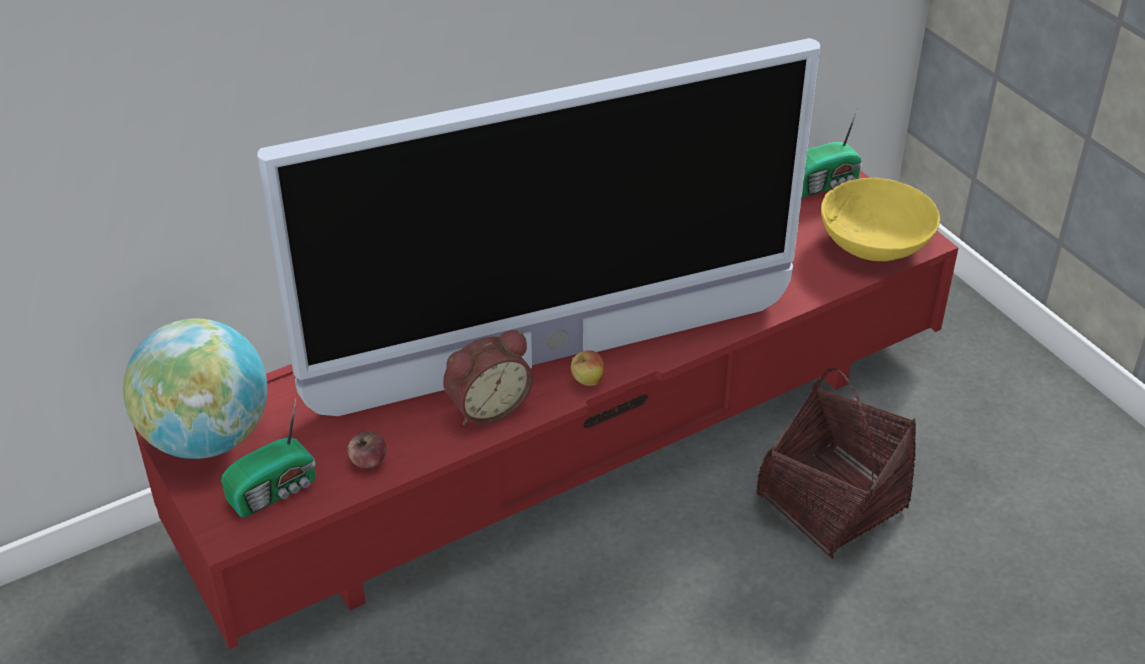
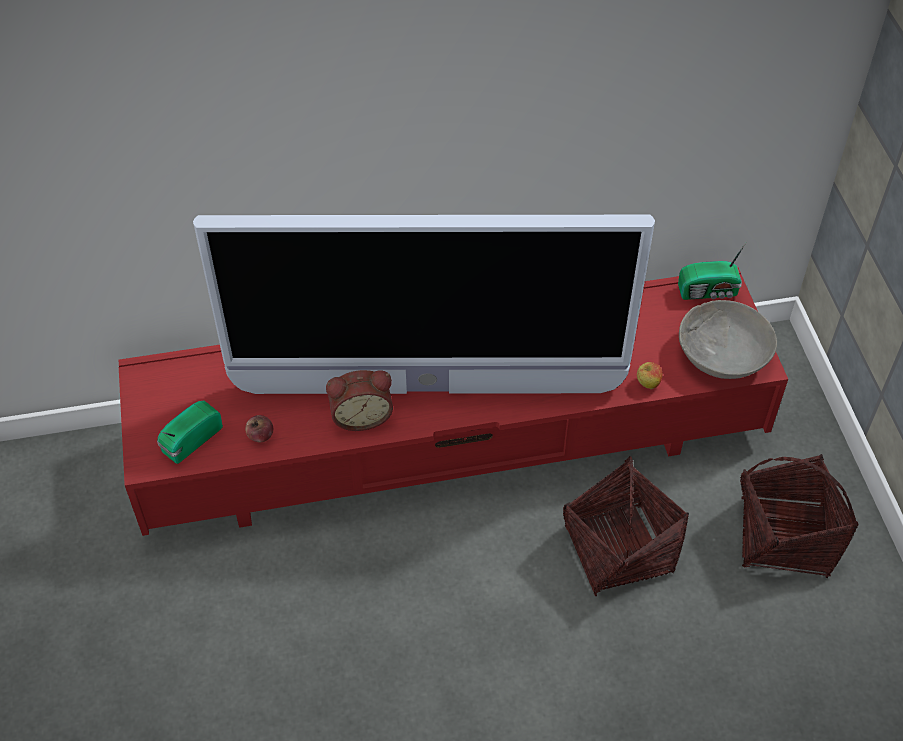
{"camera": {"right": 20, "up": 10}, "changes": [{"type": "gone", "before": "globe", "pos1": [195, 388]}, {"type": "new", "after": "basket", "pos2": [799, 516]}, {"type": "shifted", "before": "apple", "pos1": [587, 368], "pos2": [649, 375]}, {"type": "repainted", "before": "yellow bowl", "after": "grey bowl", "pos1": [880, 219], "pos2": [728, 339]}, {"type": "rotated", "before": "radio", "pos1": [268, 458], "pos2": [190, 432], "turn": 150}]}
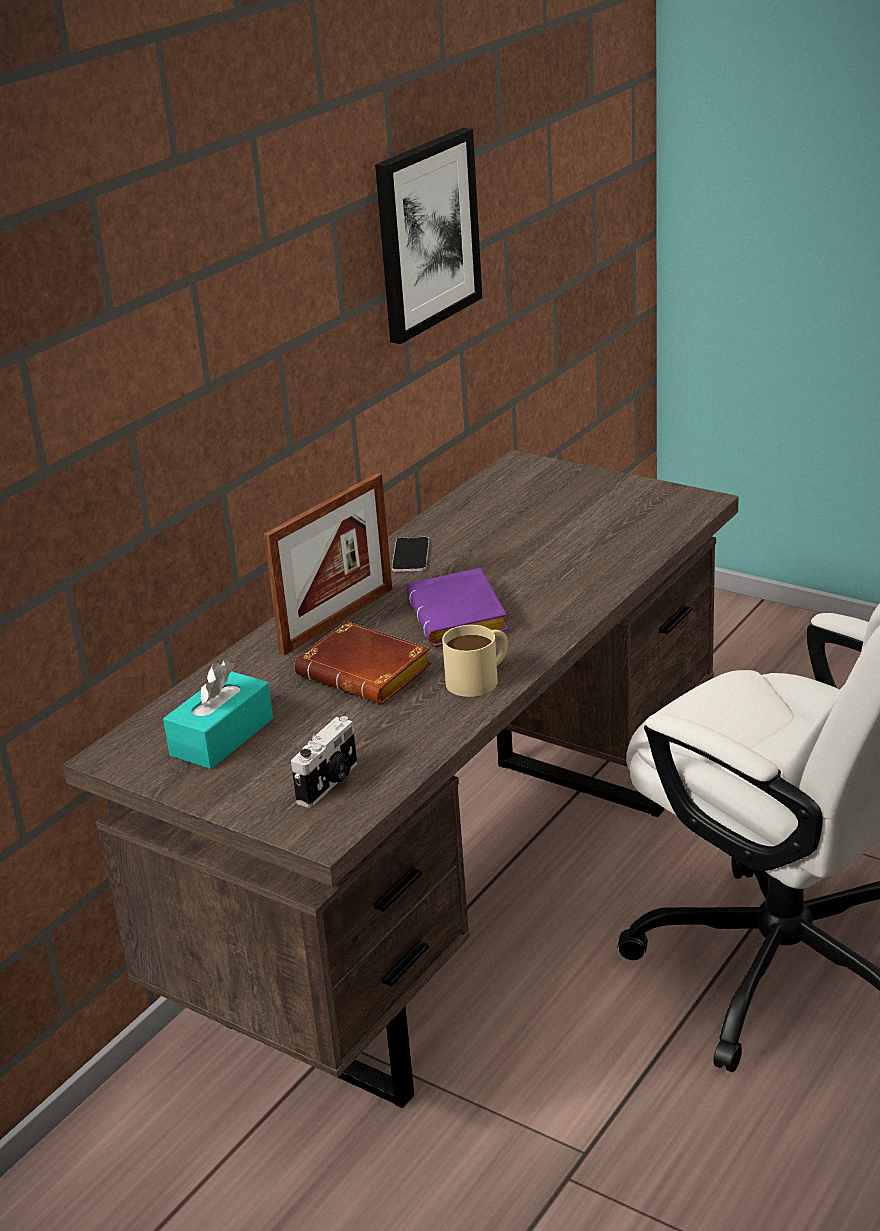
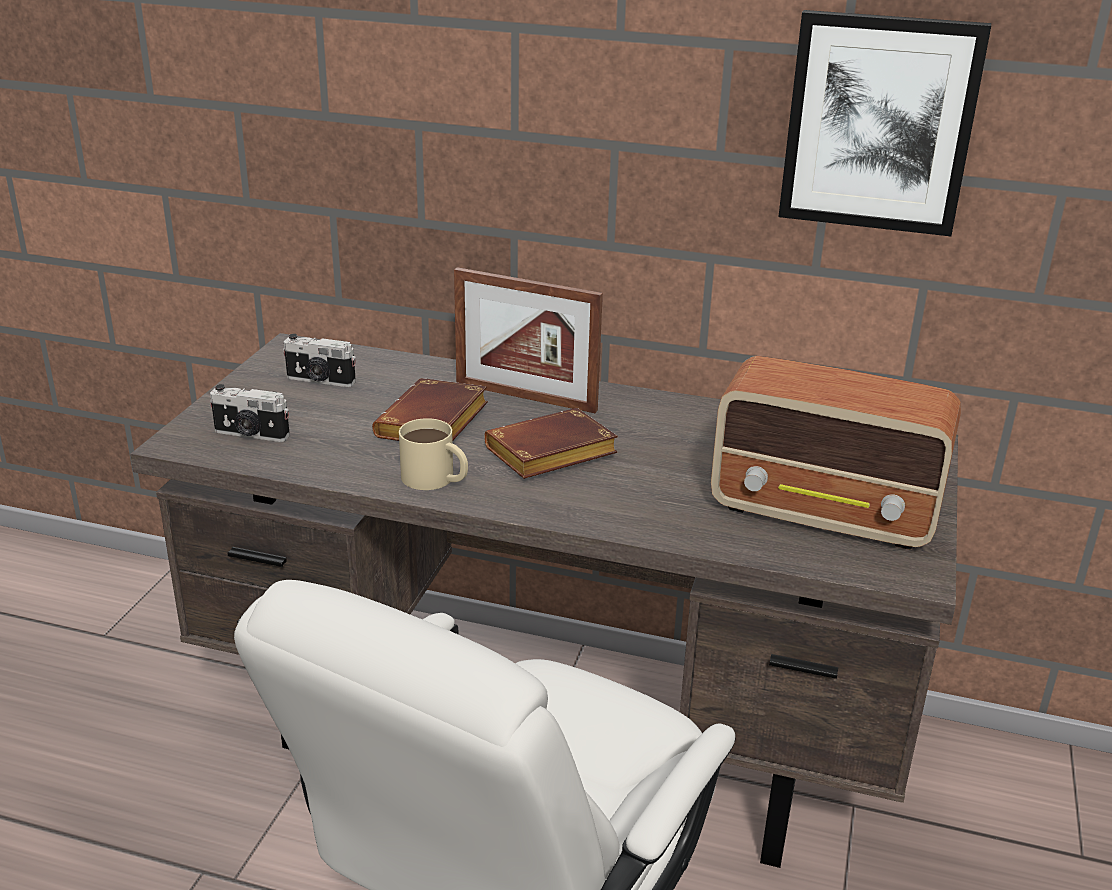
{"camera": {"right": 70, "up": 0}, "changes": [{"type": "gone", "before": "phone", "pos1": [410, 554]}, {"type": "new", "after": "radio", "pos2": [836, 453]}, {"type": "swapped", "before": "turquoise tissue box", "after": "photo camera", "pos1": [218, 714], "pos2": [319, 360]}, {"type": "repainted", "before": "purple book", "after": "brown book", "pos1": [458, 607], "pos2": [551, 443]}]}
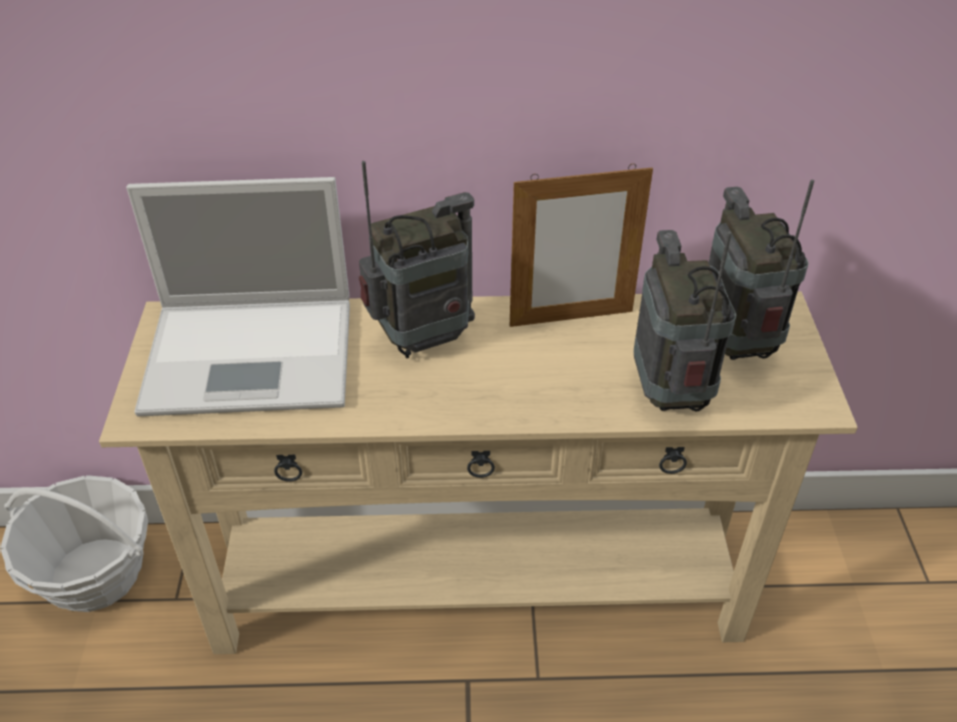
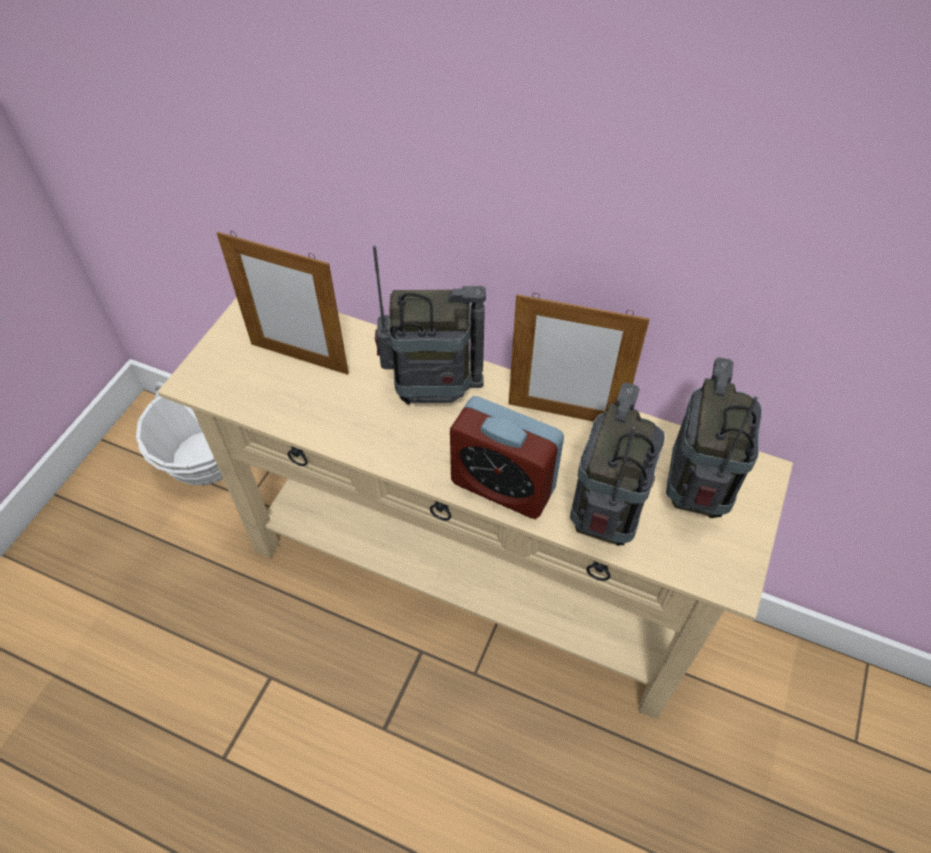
{"camera": {"right": 25, "up": 10}, "changes": [{"type": "new", "after": "alarm clock", "pos2": [507, 457]}, {"type": "swapped", "before": "laptop", "after": "picture frame", "pos1": [238, 297], "pos2": [283, 303]}]}
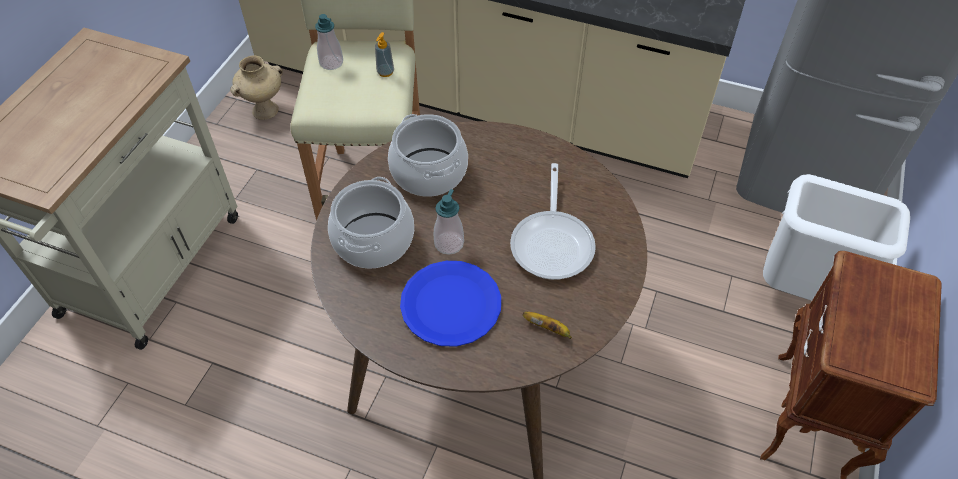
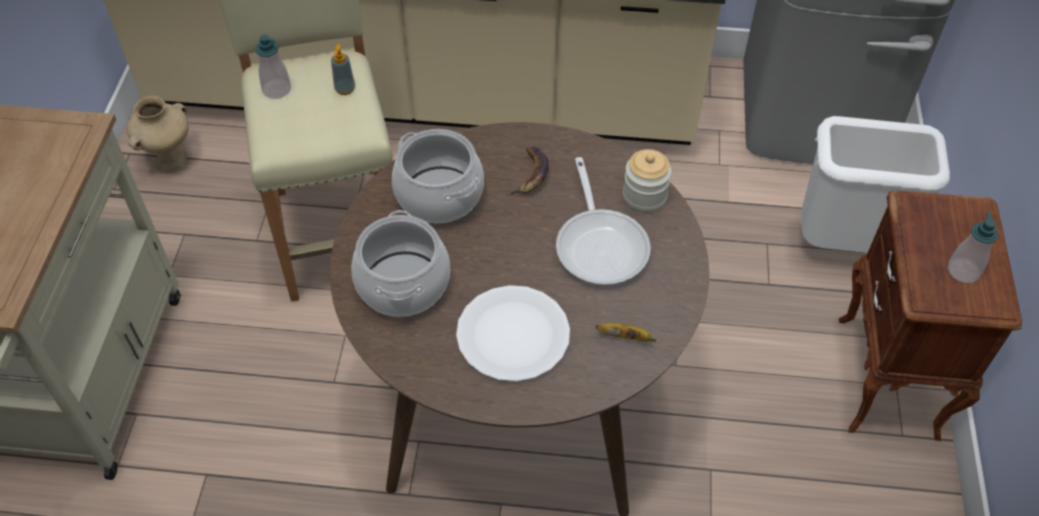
{"camera": {"right": -15, "up": 0}, "changes": [{"type": "new", "after": "banana", "pos2": [527, 171]}, {"type": "new", "after": "jar", "pos2": [647, 181]}, {"type": "shifted", "before": "soap dispenser", "pos1": [449, 222], "pos2": [972, 247]}, {"type": "repainted", "before": "blue plate", "after": "white plate", "pos1": [450, 304], "pos2": [513, 333]}]}
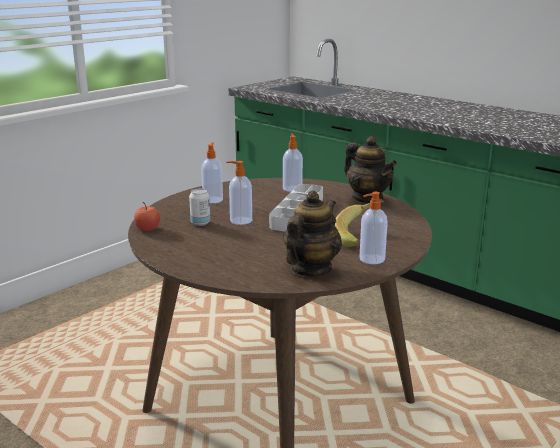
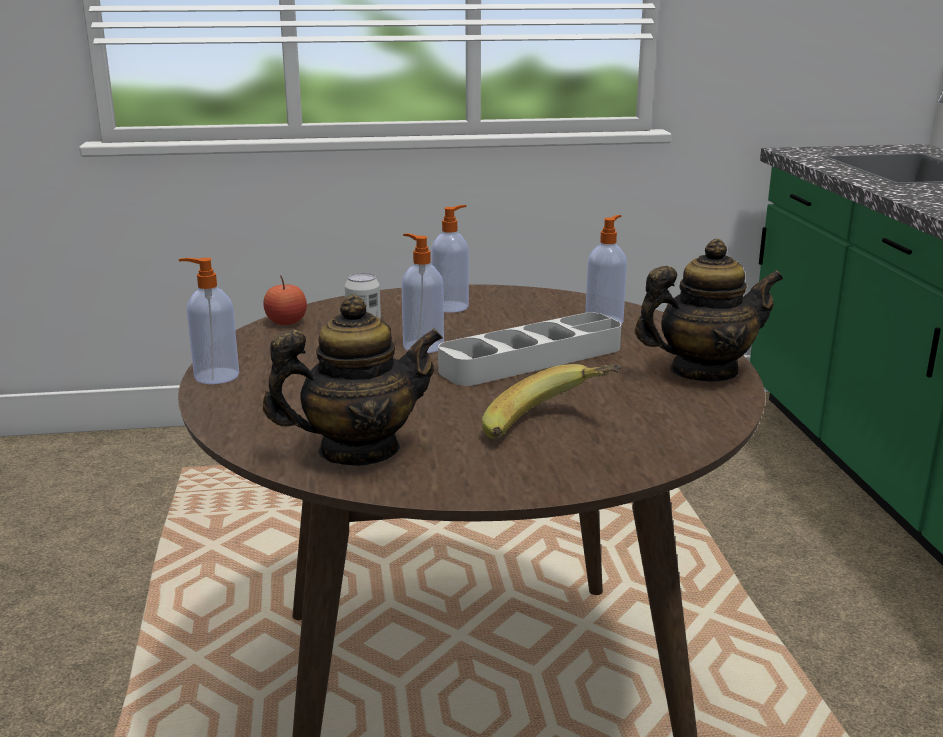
{"camera": {"right": 40, "up": 0}, "changes": [{"type": "shifted", "before": "soap dispenser", "pos1": [374, 228], "pos2": [209, 321]}, {"type": "rotated", "before": "teapot", "pos1": [370, 169], "pos2": [709, 310], "turn": -105}]}
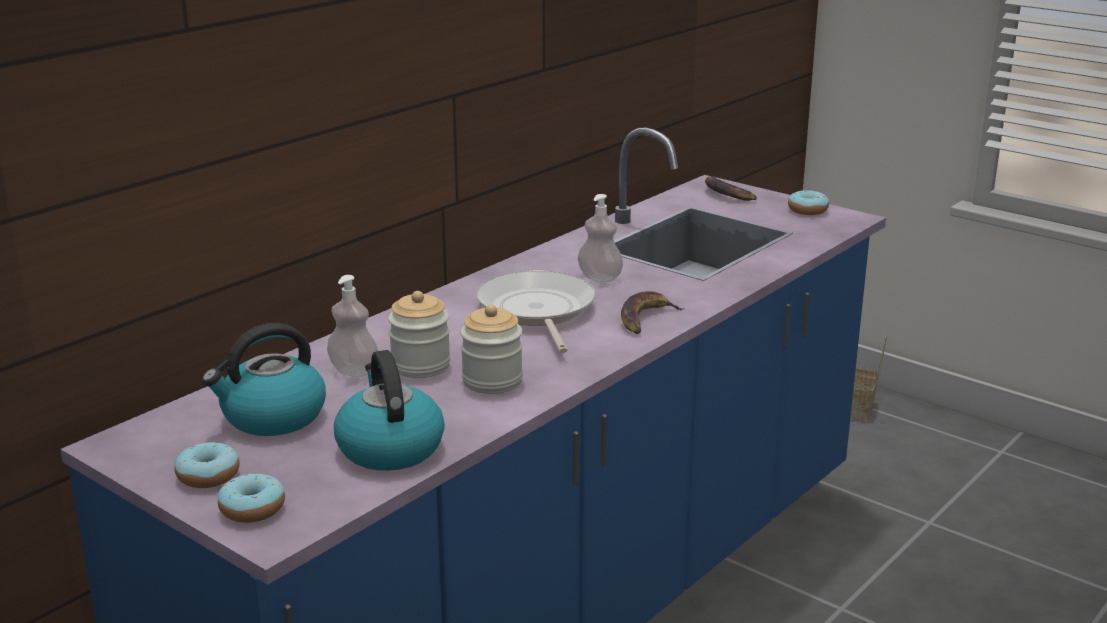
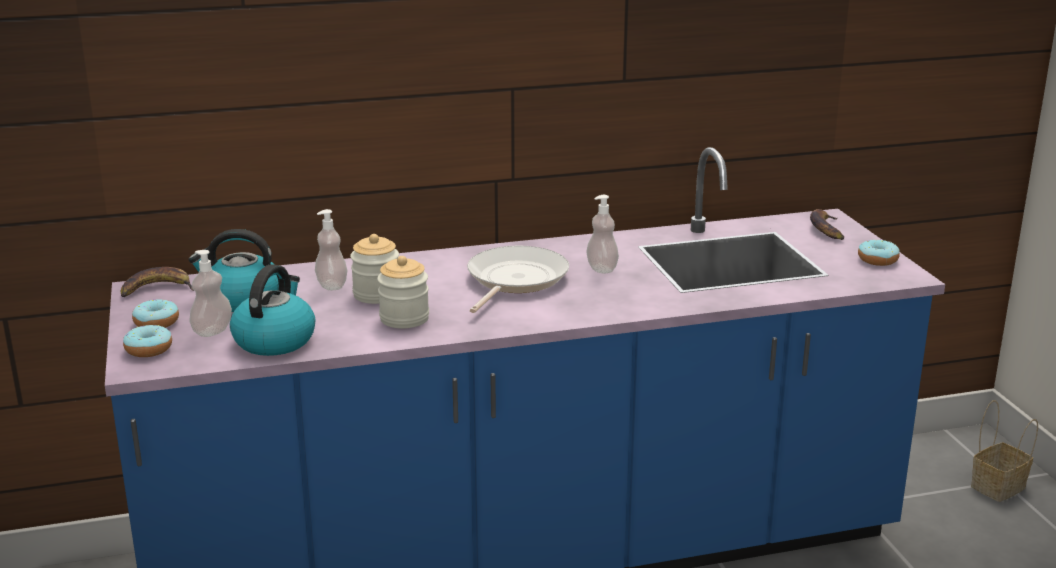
{"camera": {"right": 35, "up": 0}, "changes": [{"type": "new", "after": "soap dispenser", "pos2": [210, 293]}, {"type": "shifted", "before": "banana", "pos1": [653, 312], "pos2": [157, 282]}]}
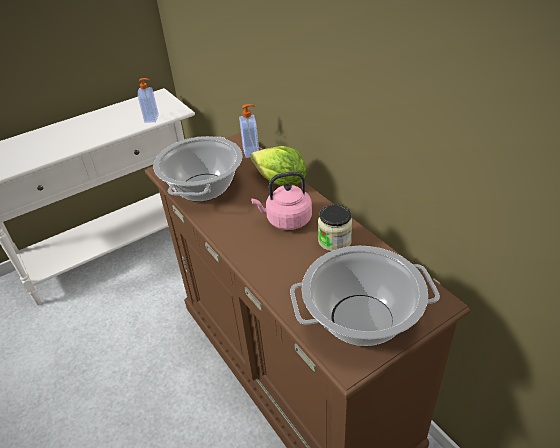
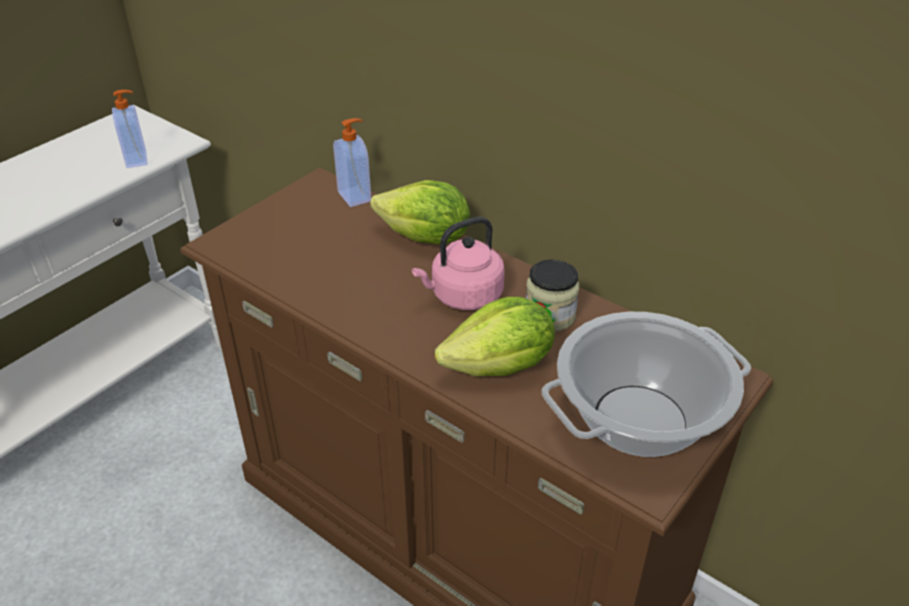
{"camera": {"right": -20, "up": 0}, "changes": [{"type": "gone", "before": "cooking pot", "pos1": [198, 169]}, {"type": "new", "after": "lettuce", "pos2": [495, 336]}]}
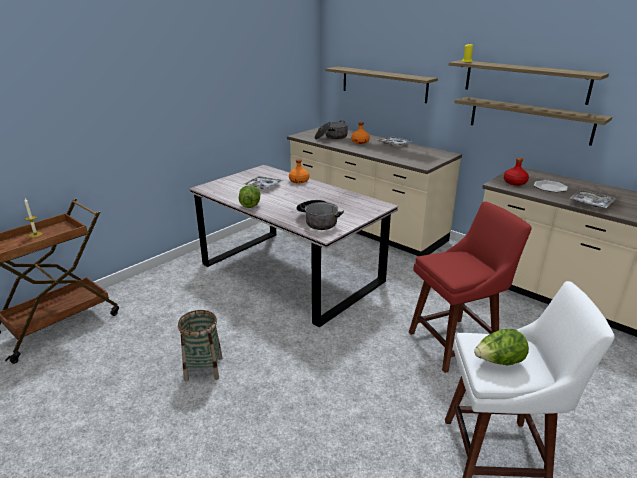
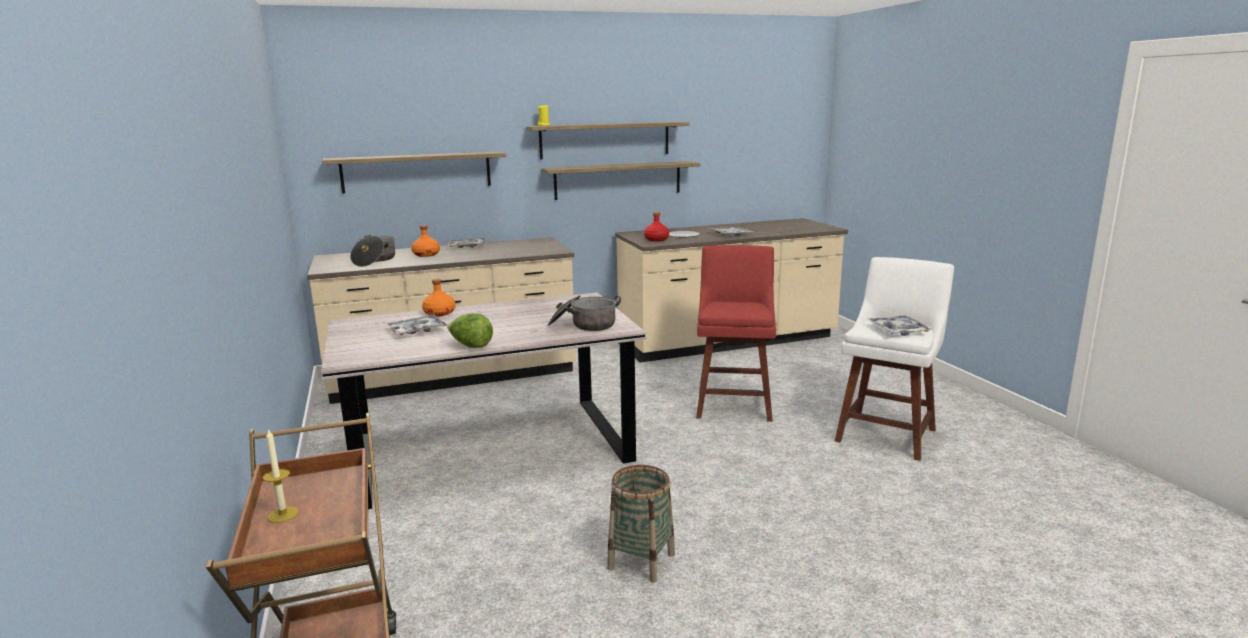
{"camera": {"right": -60, "up": -10}, "changes": [{"type": "swapped", "before": "lettuce", "after": "tray", "pos1": [501, 347], "pos2": [900, 326]}]}
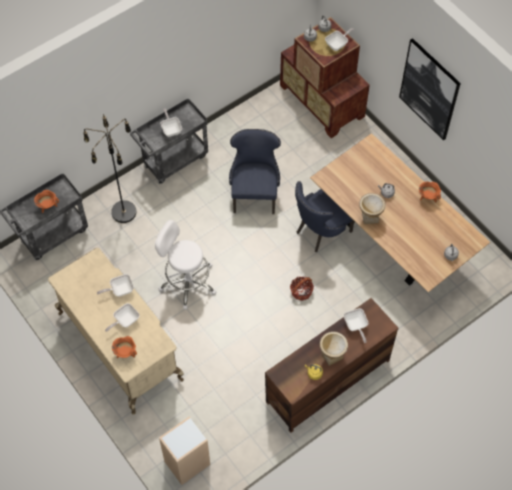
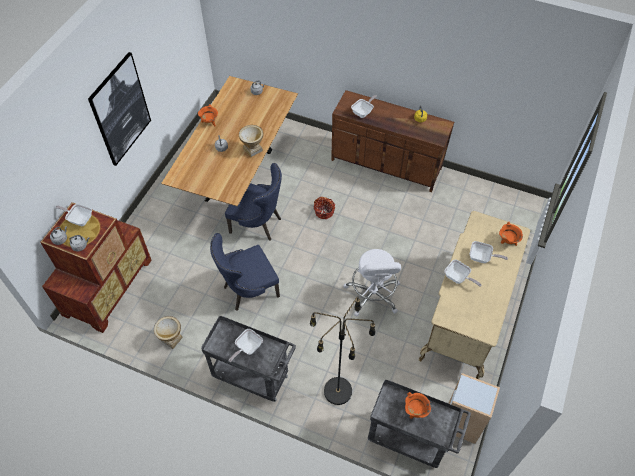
{"camera": {"right": -120, "up": -5}, "changes": [{"type": "shifted", "before": "bookcase", "pos1": [184, 451], "pos2": [474, 408]}, {"type": "shifted", "before": "vase", "pos1": [334, 348], "pos2": [168, 332]}]}
